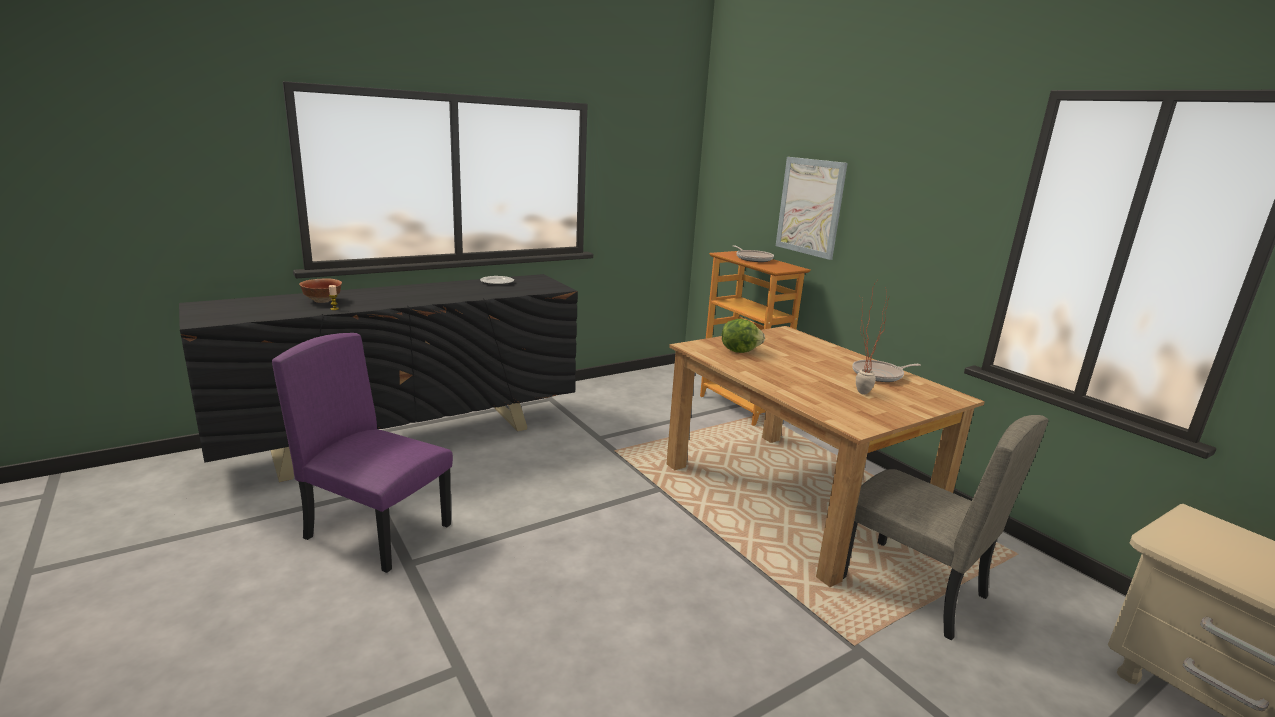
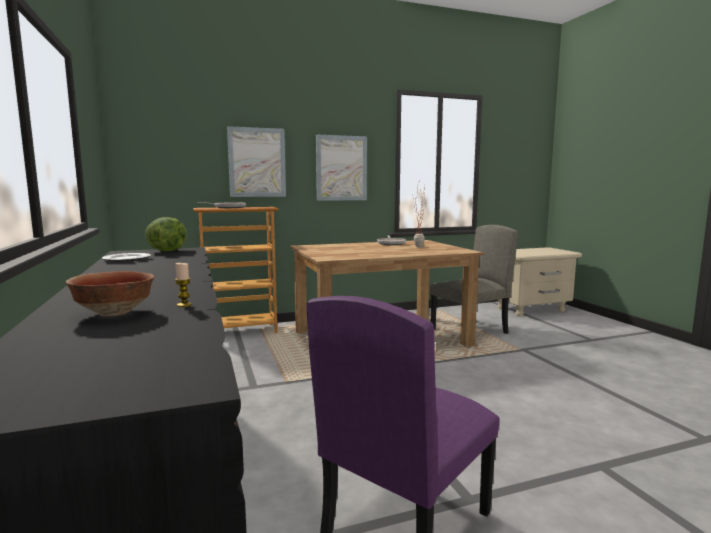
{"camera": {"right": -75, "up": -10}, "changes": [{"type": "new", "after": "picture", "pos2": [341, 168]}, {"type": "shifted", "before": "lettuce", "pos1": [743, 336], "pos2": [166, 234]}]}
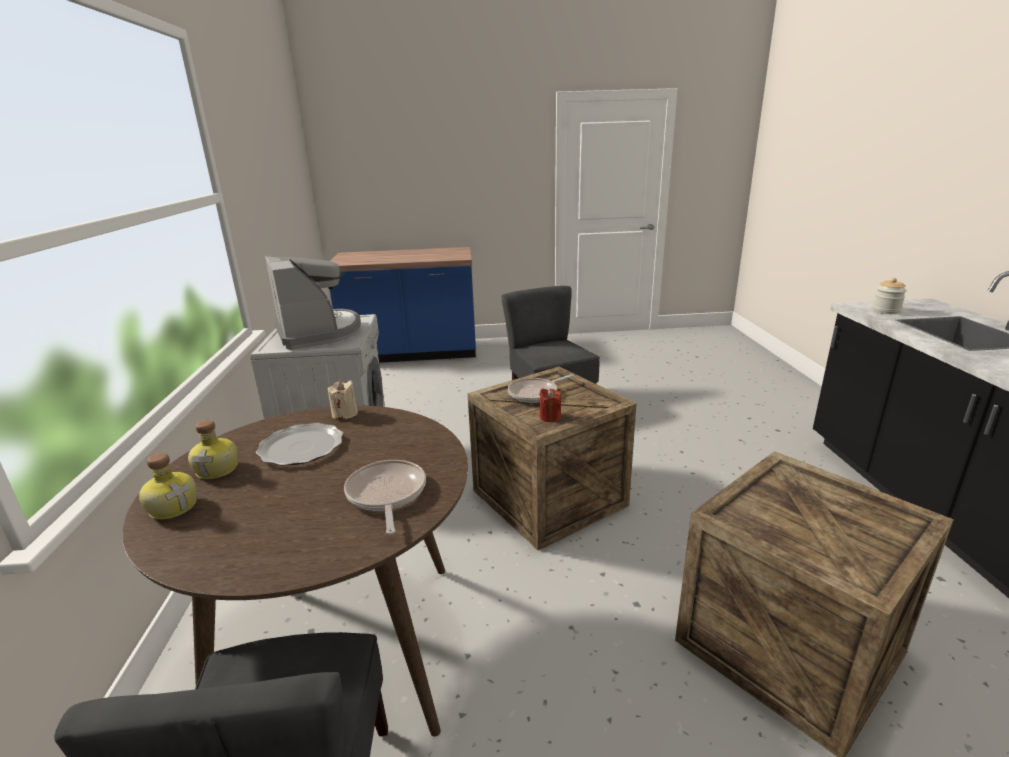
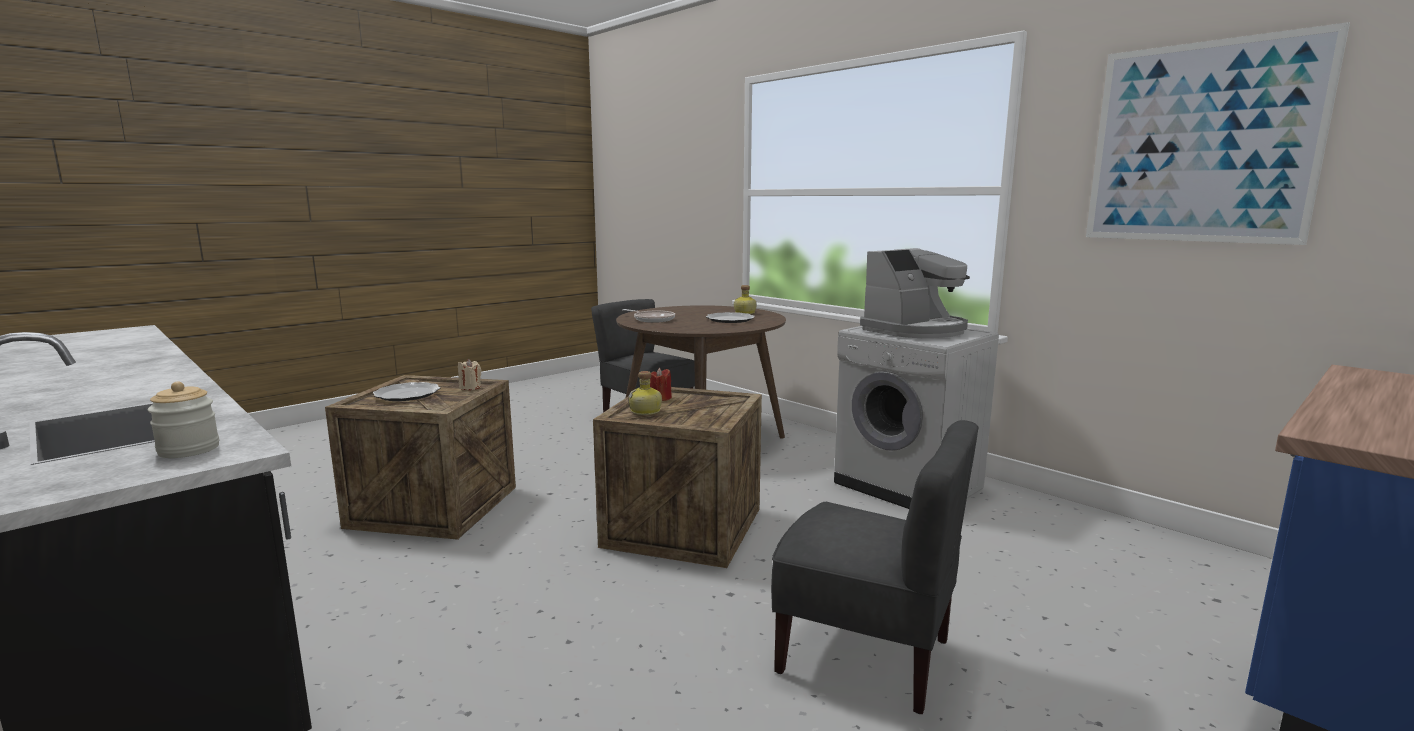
{"camera": {"right": 140, "up": -10}, "changes": [{"type": "gone", "before": "frying pan", "pos1": [541, 388]}, {"type": "new", "after": "plate", "pos2": [406, 391]}, {"type": "new", "after": "picture", "pos2": [1218, 133]}, {"type": "shifted", "before": "bottle", "pos1": [167, 486], "pos2": [645, 393]}, {"type": "shifted", "before": "beige candle", "pos1": [343, 400], "pos2": [469, 374]}, {"type": "rotated", "before": "coffee machine", "pos1": [313, 303], "pos2": [915, 293], "turn": -60}]}
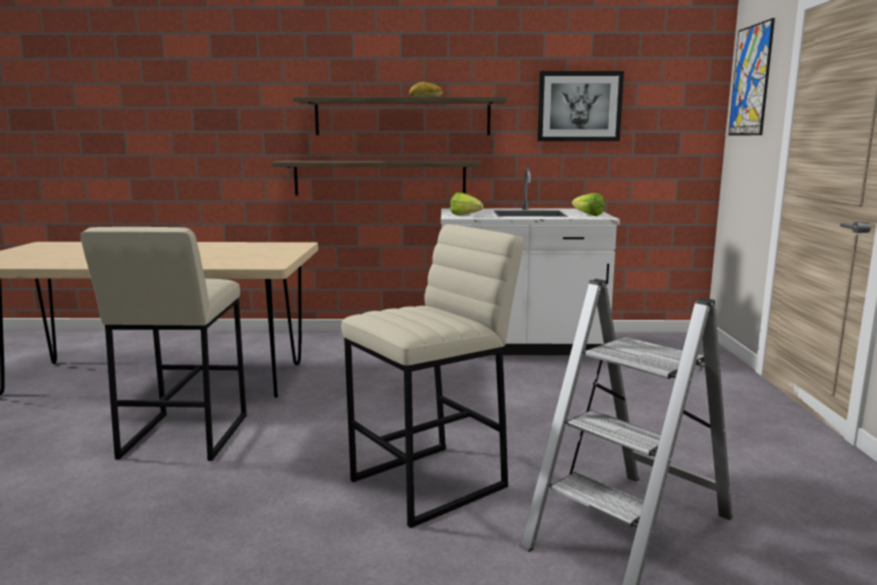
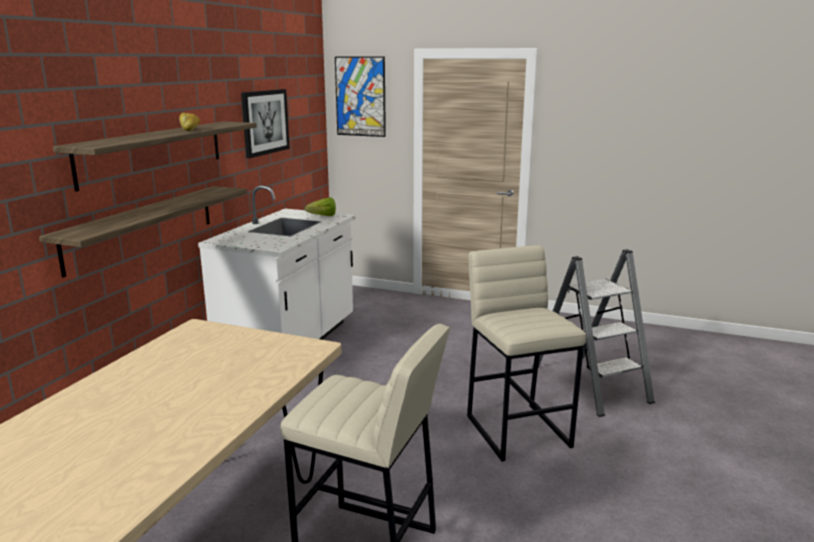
{"camera": {"right": -70, "up": 5}, "changes": [{"type": "gone", "before": "lettuce", "pos1": [466, 203]}]}
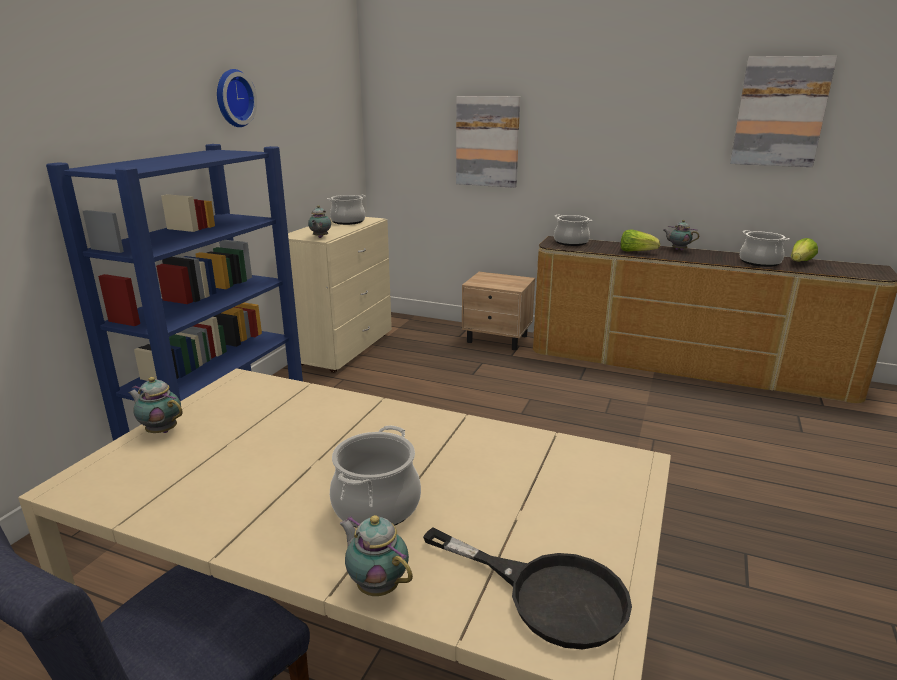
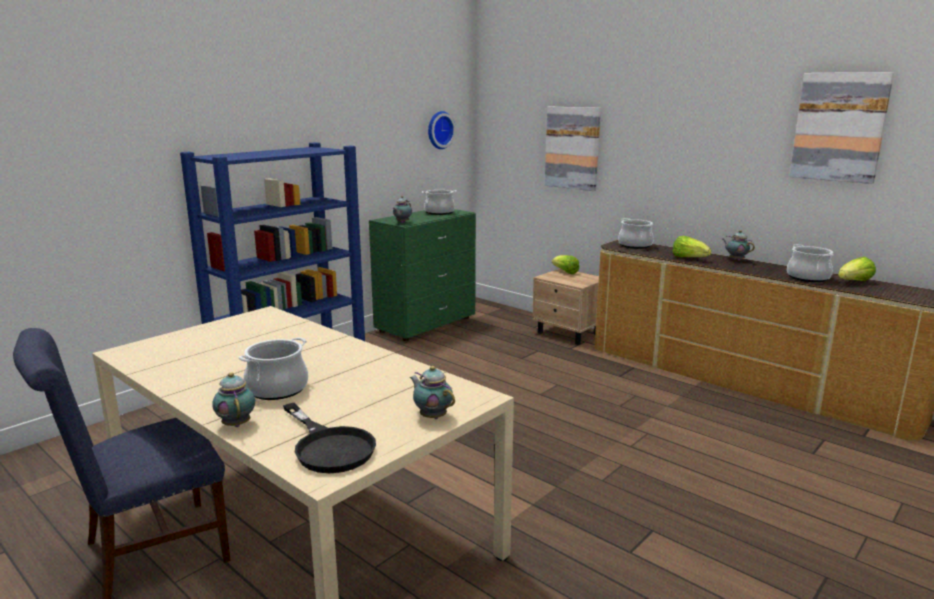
{"camera": {"right": 20, "up": -5}, "changes": [{"type": "new", "after": "lettuce", "pos2": [565, 264]}, {"type": "shifted", "before": "teapot", "pos1": [155, 405], "pos2": [432, 392]}, {"type": "shifted", "before": "wall clock", "pos1": [237, 98], "pos2": [442, 130]}, {"type": "repainted", "before": "beige dresser", "after": "green dresser", "pos1": [340, 295], "pos2": [422, 275]}]}
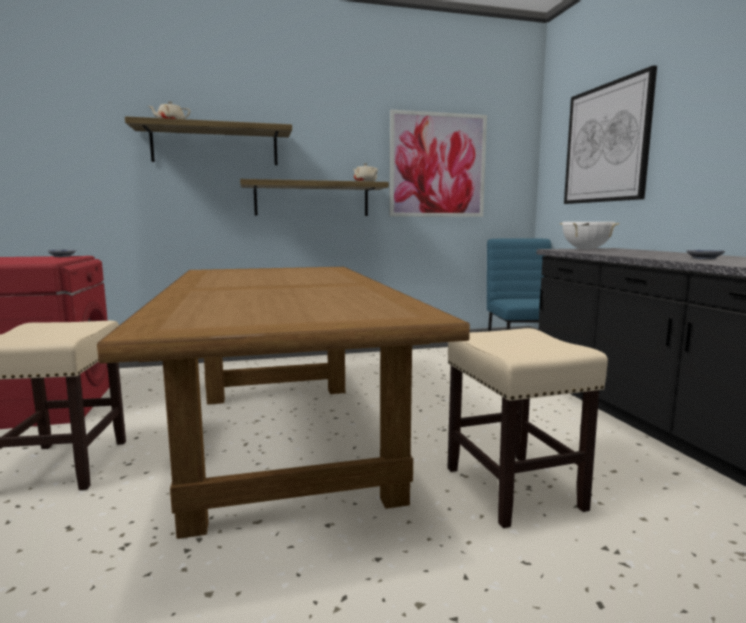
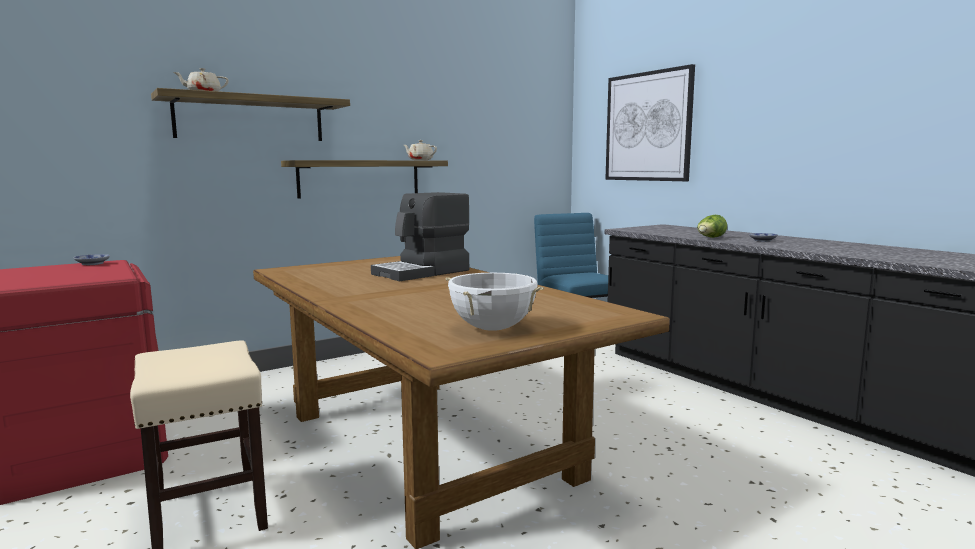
{"camera": {"right": -20, "up": 0}, "changes": [{"type": "gone", "before": "picture", "pos1": [438, 163]}, {"type": "gone", "before": "beige stool", "pos1": [527, 428]}, {"type": "new", "after": "coffee machine", "pos2": [420, 236]}, {"type": "new", "after": "lettuce", "pos2": [712, 226]}, {"type": "shifted", "before": "white cooking pot", "pos1": [590, 236], "pos2": [494, 302]}]}
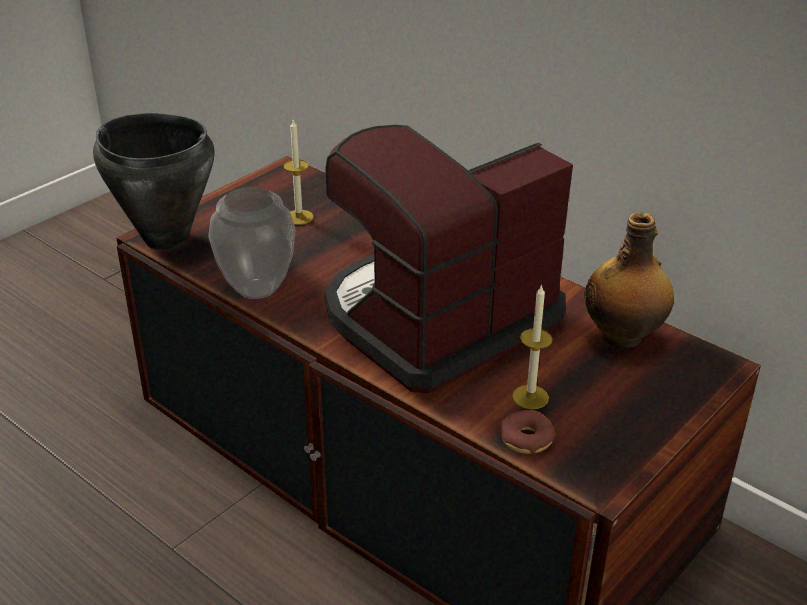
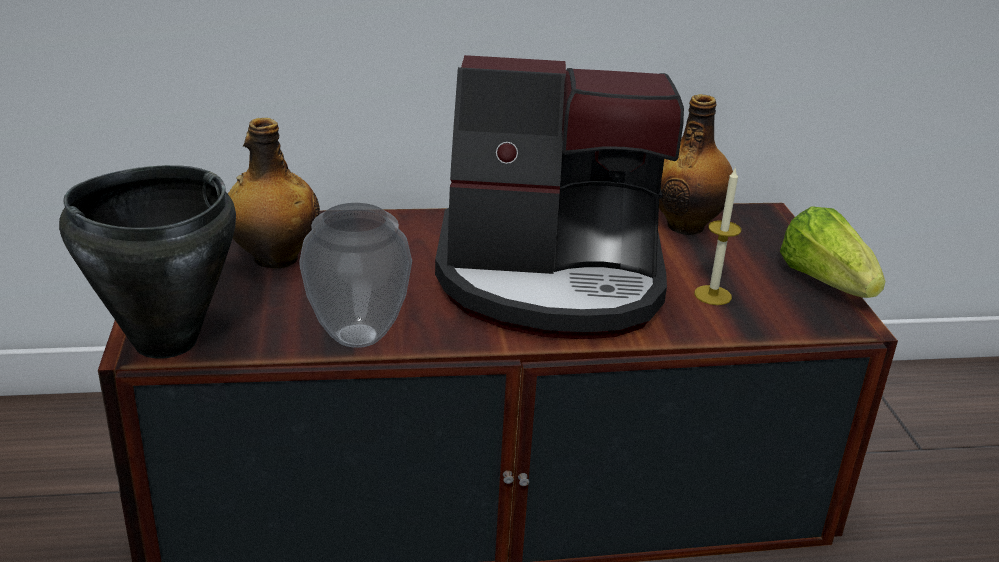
{"camera": {"right": -50, "up": -5}, "changes": [{"type": "gone", "before": "donut", "pos1": [527, 432]}, {"type": "new", "after": "lettuce", "pos2": [833, 252]}, {"type": "swapped", "before": "candle", "after": "bottle", "pos1": [298, 172], "pos2": [274, 193]}, {"type": "rotated", "before": "coffee machine", "pos1": [449, 259], "pos2": [559, 197], "turn": -90}]}
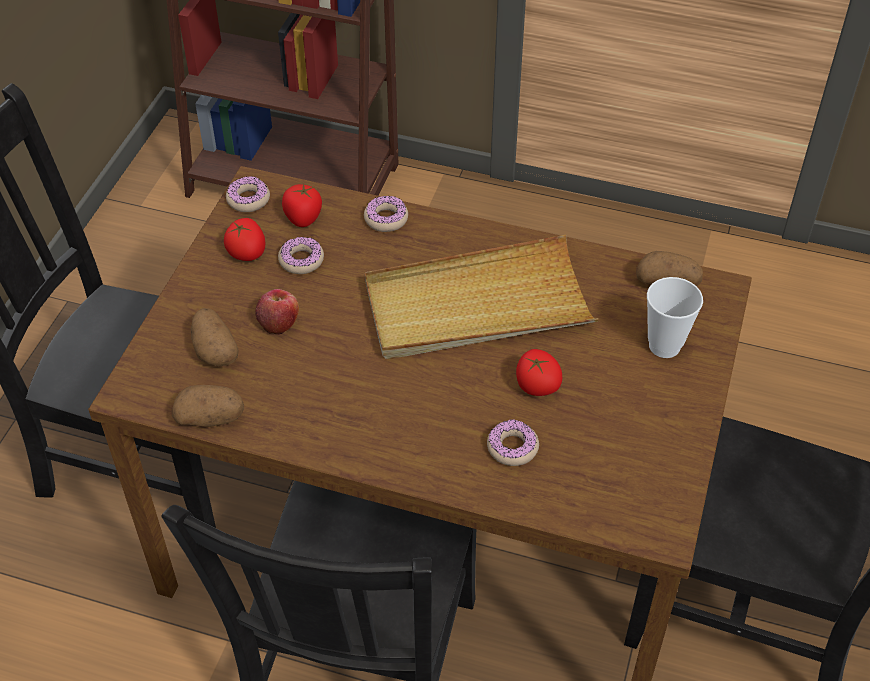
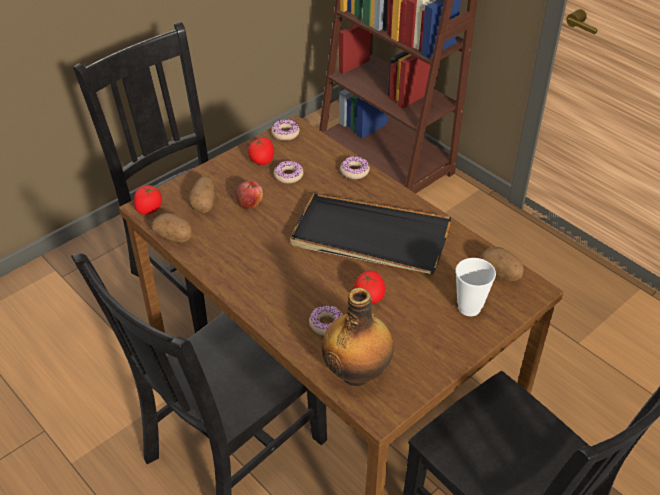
{"camera": {"right": 30, "up": -5}, "changes": [{"type": "new", "after": "bottle", "pos2": [358, 337]}, {"type": "shifted", "before": "tomato", "pos1": [302, 205], "pos2": [148, 200]}, {"type": "repainted", "before": "beige tray", "after": "black tray", "pos1": [482, 297], "pos2": [371, 233]}]}
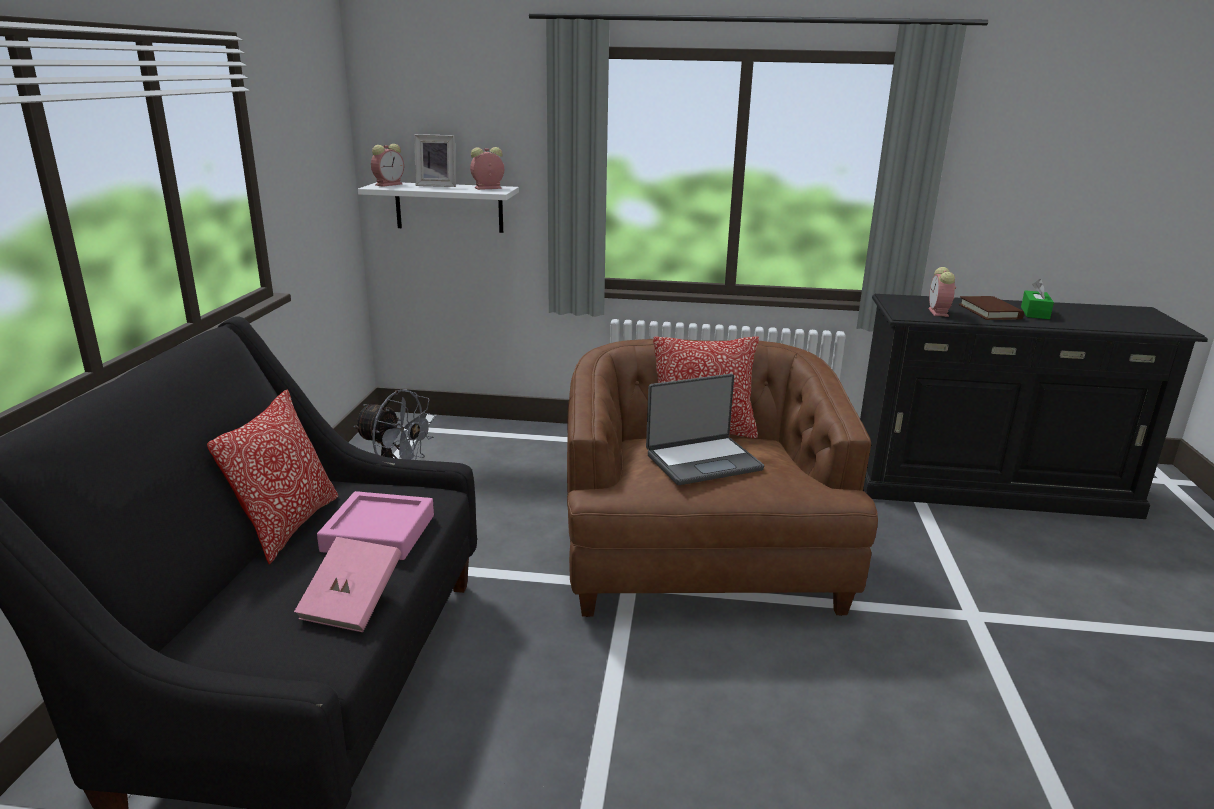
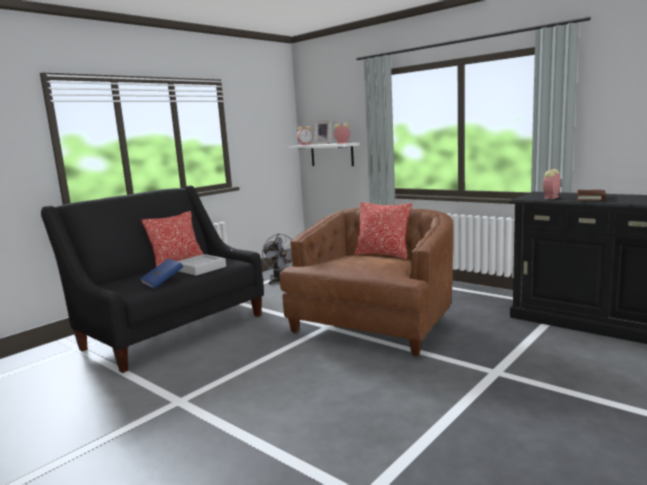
{"camera": {"right": 35, "up": -10}, "changes": [{"type": "gone", "before": "laptop", "pos1": [705, 429]}, {"type": "gone", "before": "green tissue box", "pos1": [1037, 299]}, {"type": "repainted", "before": "pink book", "after": "blue book", "pos1": [347, 584], "pos2": [161, 273]}, {"type": "repainted", "before": "pink tray", "after": "grey tray", "pos1": [375, 525], "pos2": [201, 265]}]}
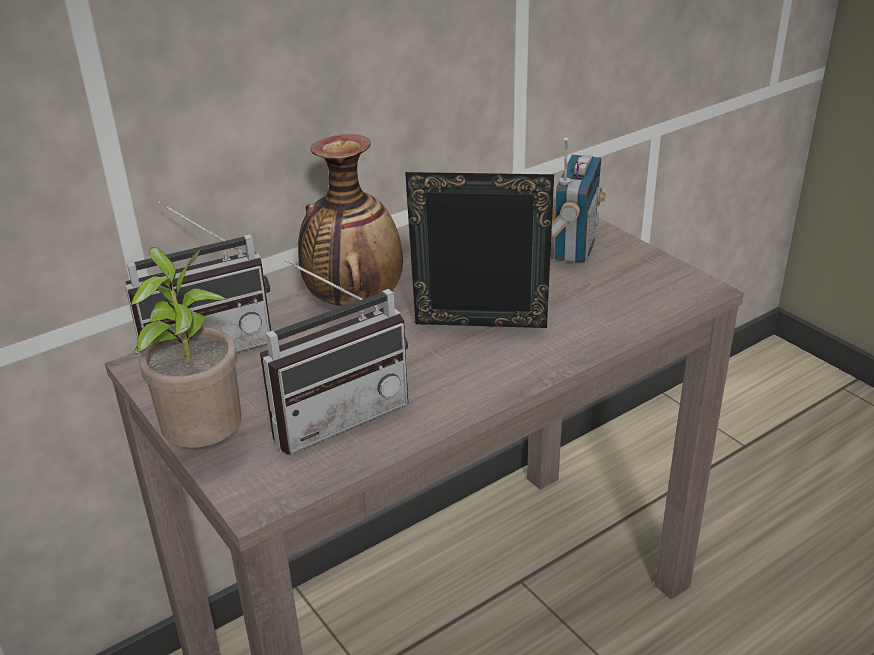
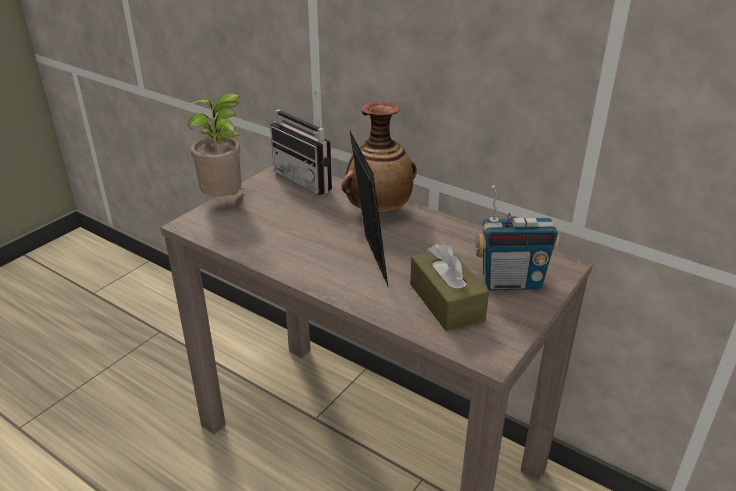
{"camera": {"right": 70, "up": 0}, "changes": [{"type": "gone", "before": "radio", "pos1": [334, 357]}, {"type": "new", "after": "brown tissue box", "pos2": [449, 287]}]}
